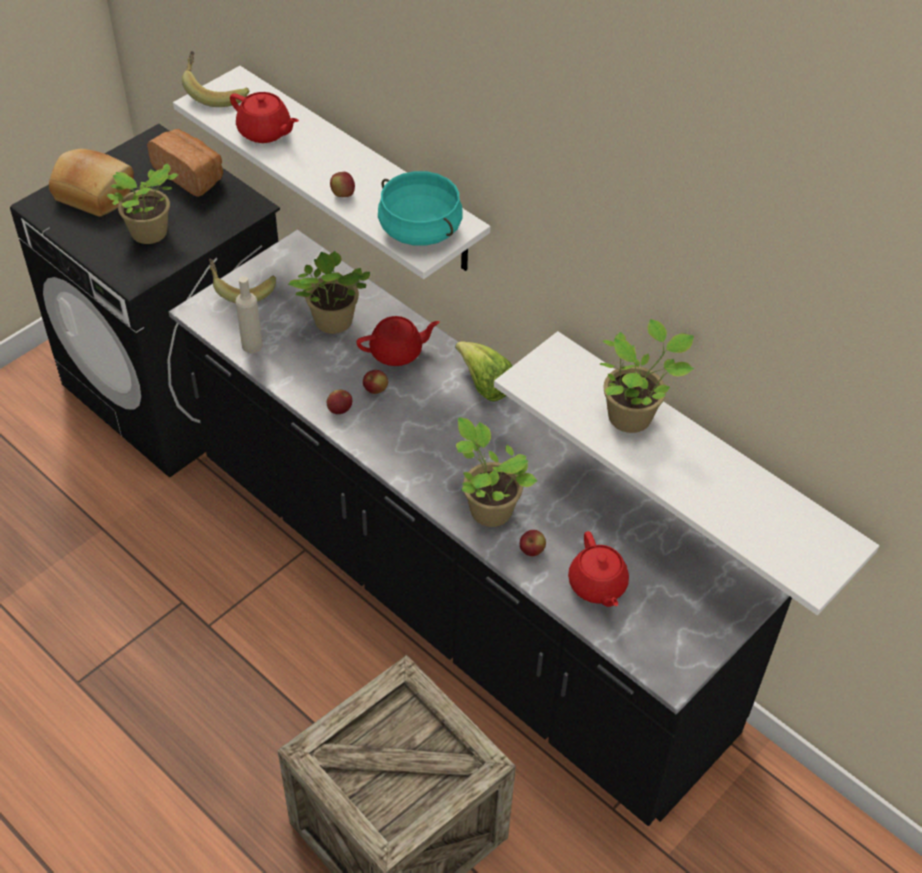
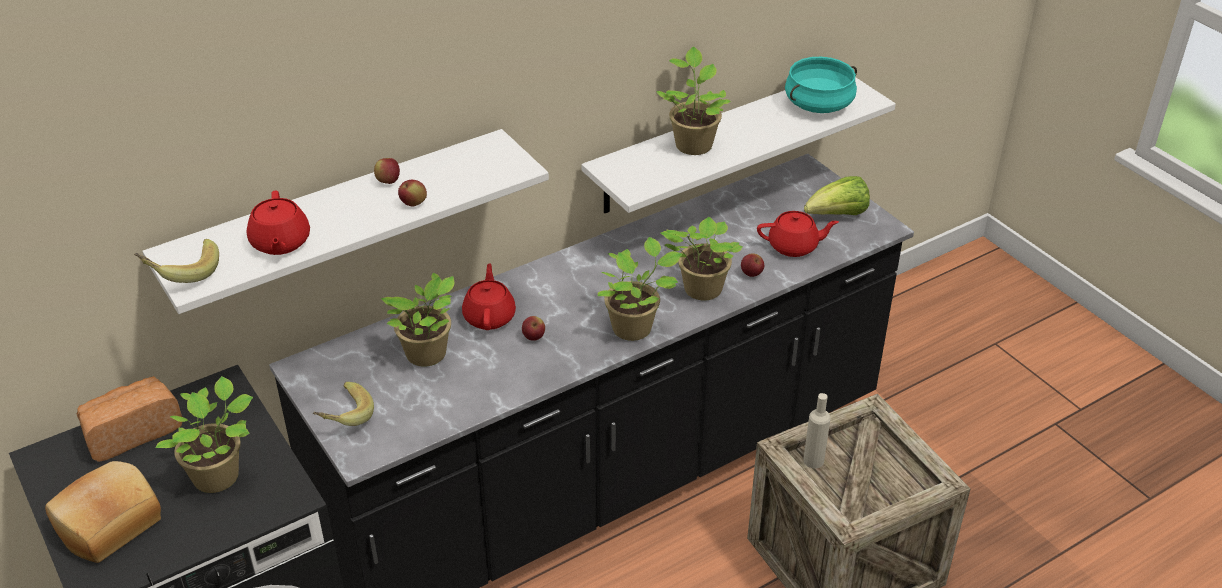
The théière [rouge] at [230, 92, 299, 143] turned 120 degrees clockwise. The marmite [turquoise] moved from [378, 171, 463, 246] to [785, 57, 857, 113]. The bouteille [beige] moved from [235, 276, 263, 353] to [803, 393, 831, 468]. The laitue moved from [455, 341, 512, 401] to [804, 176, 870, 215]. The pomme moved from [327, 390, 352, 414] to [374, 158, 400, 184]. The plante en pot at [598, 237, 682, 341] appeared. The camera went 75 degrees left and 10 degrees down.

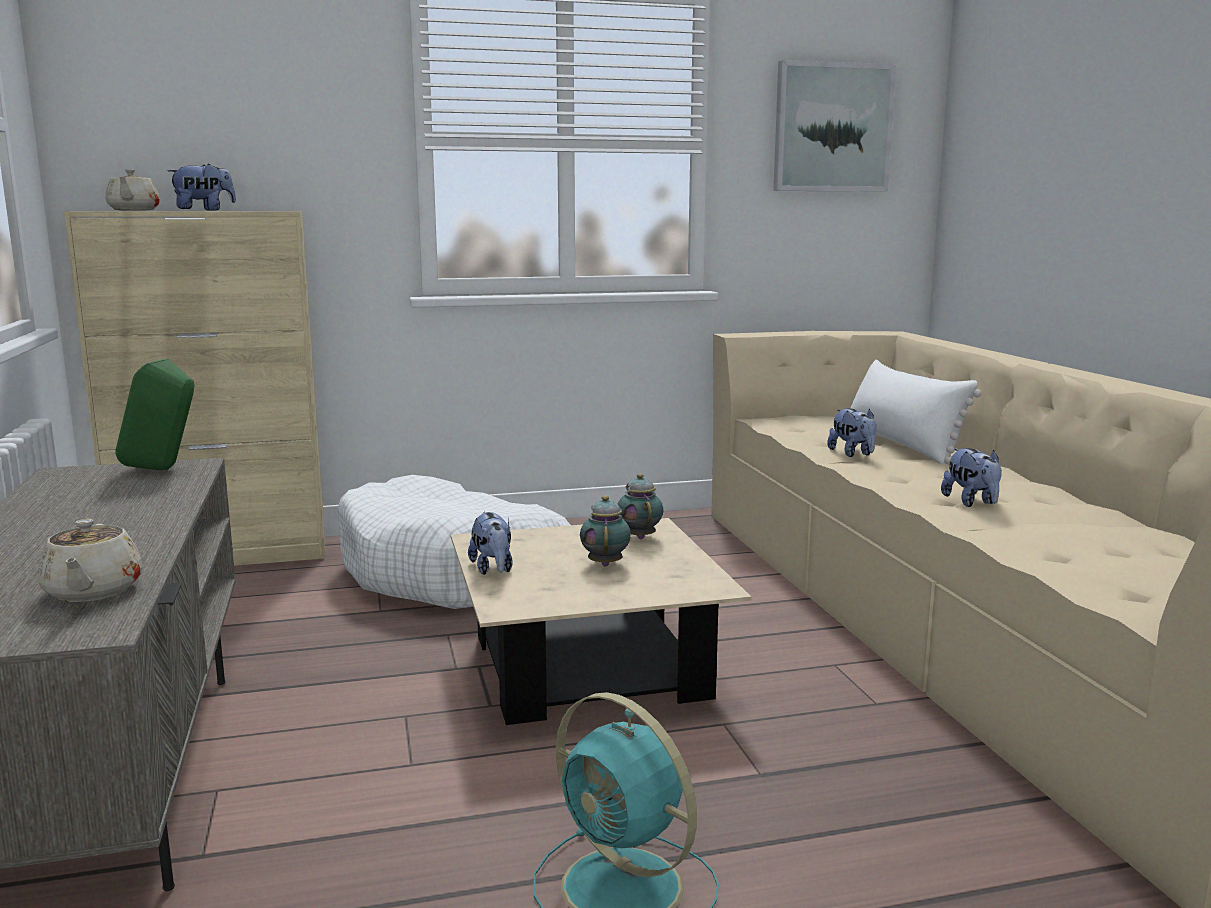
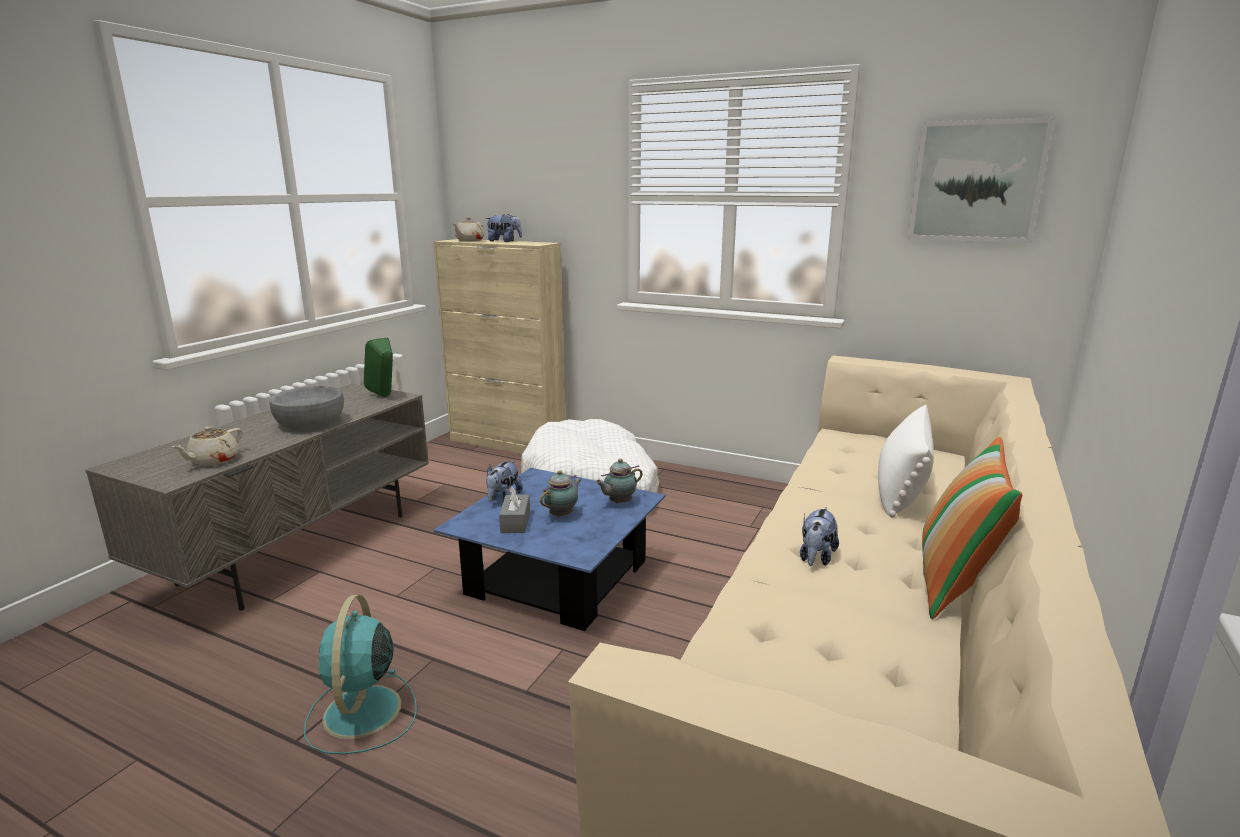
The peluche at [827, 408, 877, 457] disappeared. The théière at [618, 474, 663, 539] turned 150 degrees counterclockwise. The table basse [beige] at [451, 518, 752, 725] became the table basse [bleu] at [433, 468, 666, 631]. The bol [gris] at [269, 386, 344, 432] appeared. The coussin at [922, 437, 1022, 619] appeared. The boîte à mouchoirs [gris] at [499, 486, 530, 533] appeared. The camera went 40 degrees right and 5 degrees up.

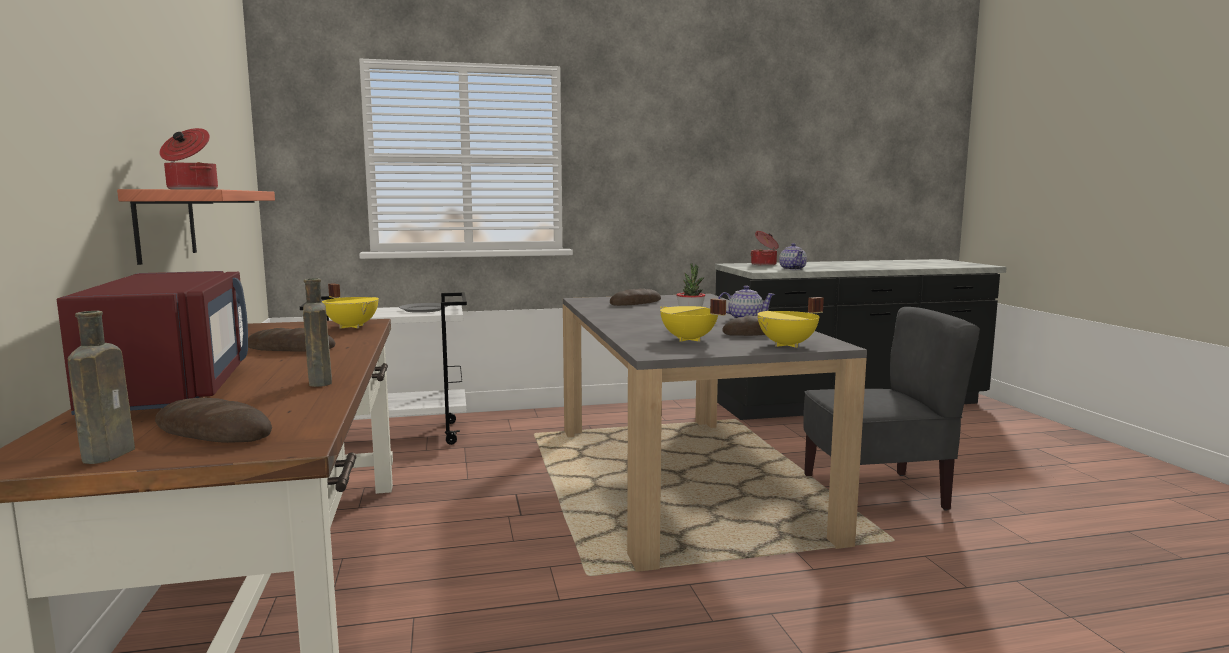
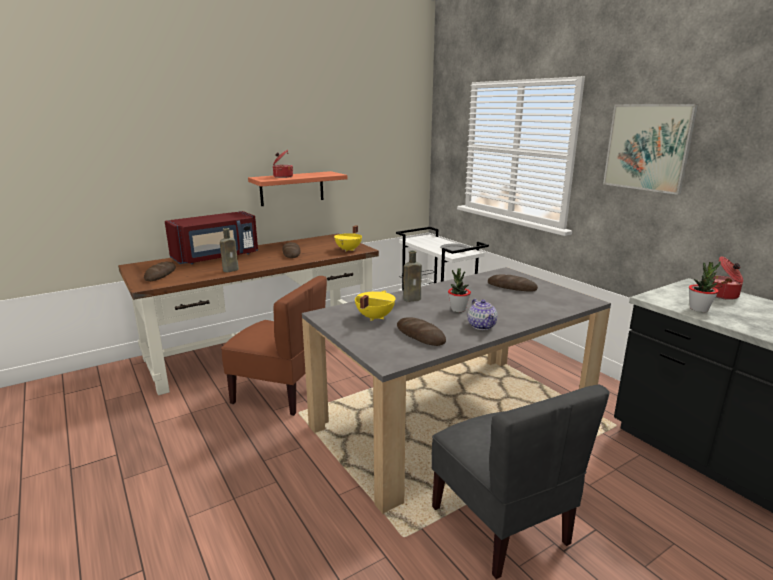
The théière at [779, 243, 807, 270] was replaced by the plante en pot at [689, 262, 721, 312]. The marmite [jaune] at [757, 297, 824, 348] disappeared. The bouteille [marron] moved from [68, 311, 135, 464] to [403, 250, 422, 302]. The tableau at [603, 104, 698, 195] appeared. The chaise [marron] at [221, 276, 327, 416] appeared. The camera went 70 degrees right and 10 degrees up.

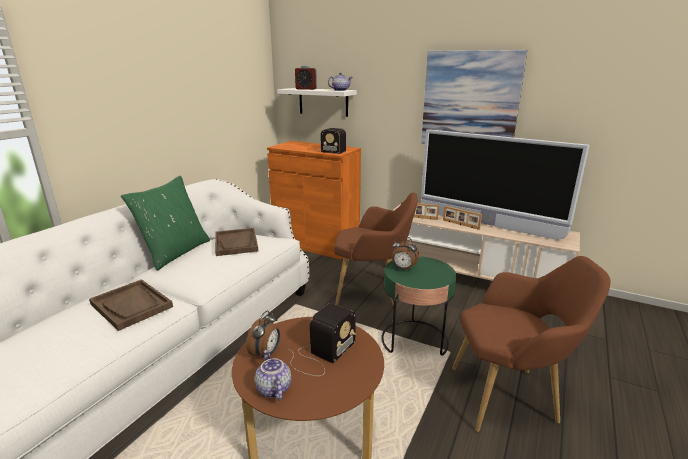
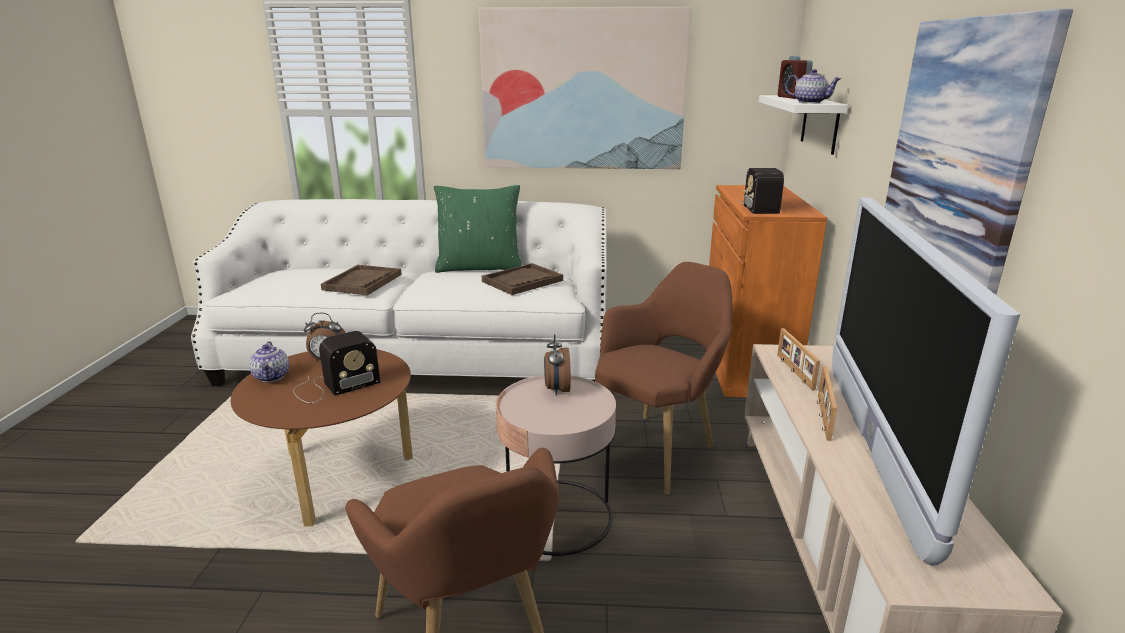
The fauteuil [marron] at [334, 192, 418, 306] turned 120 degrees counterclockwise. The table d'appoint [vert] at [381, 256, 456, 356] became the table d'appoint [rose] at [496, 375, 616, 556]. The radio at [289, 303, 356, 376] turned 45 degrees counterclockwise. The théière at [255, 350, 291, 400] turned 120 degrees clockwise. The tableau at [478, 7, 691, 169] appeared. The camera went 65 degrees right and 0 degrees up.

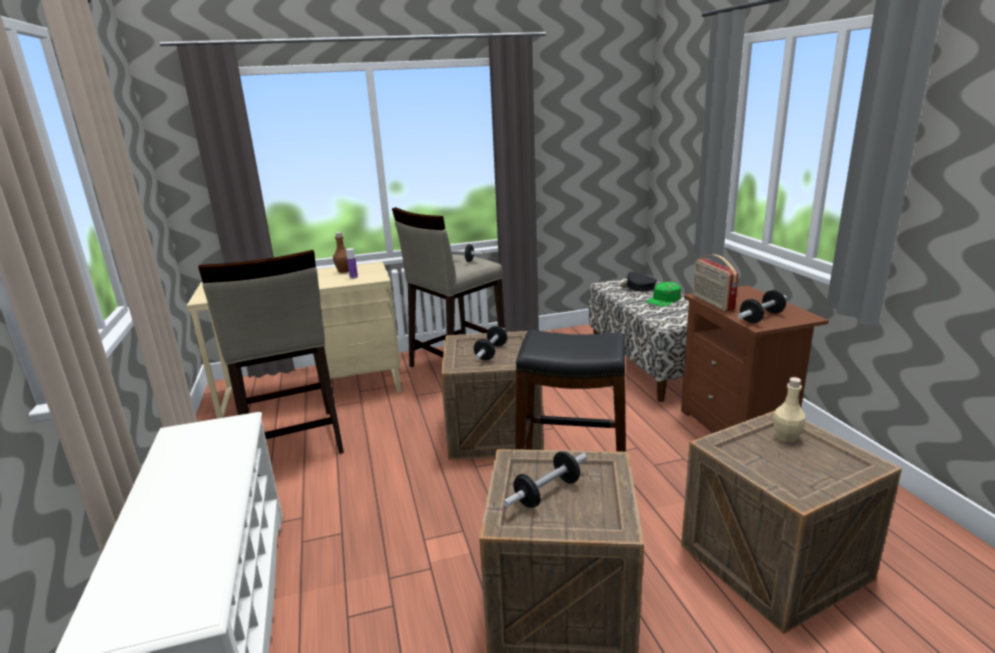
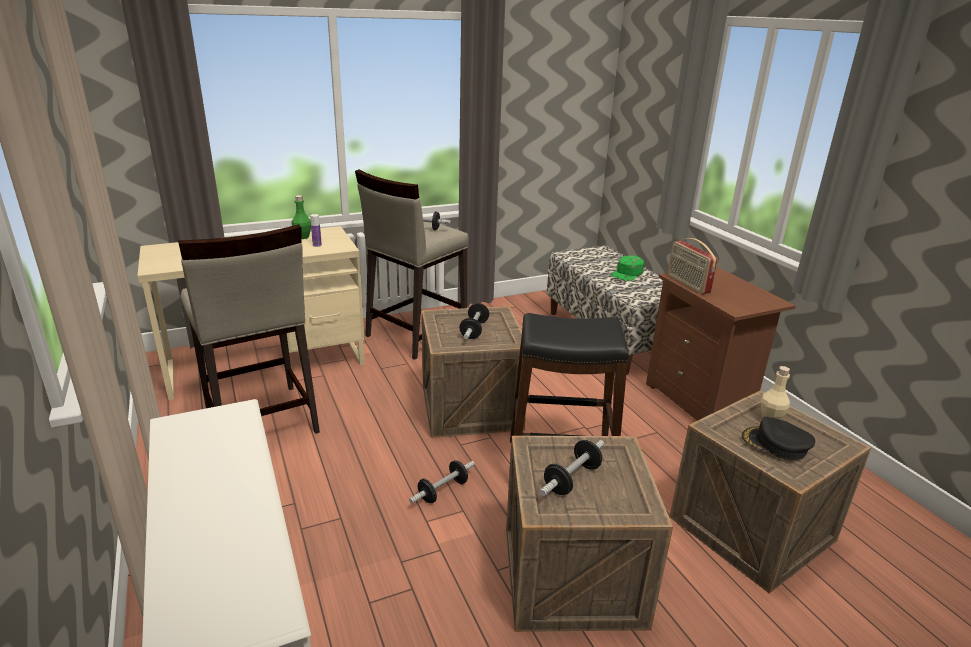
The bouteille [marron] at [333, 232, 349, 273] became the bouteille [vert] at [292, 195, 311, 239]. The casquette [noir] moved from [620, 272, 657, 291] to [742, 417, 815, 460]. The haltère moved from [738, 290, 787, 324] to [409, 461, 475, 503]. The camera went 10 degrees left and 5 degrees up.

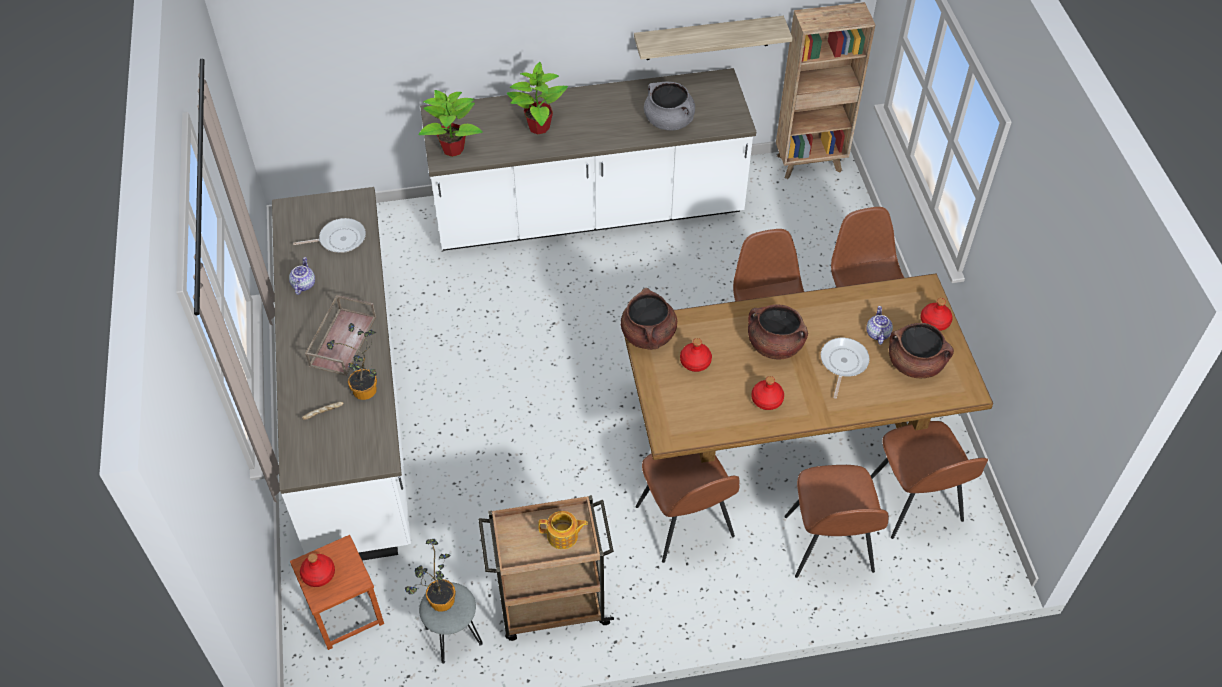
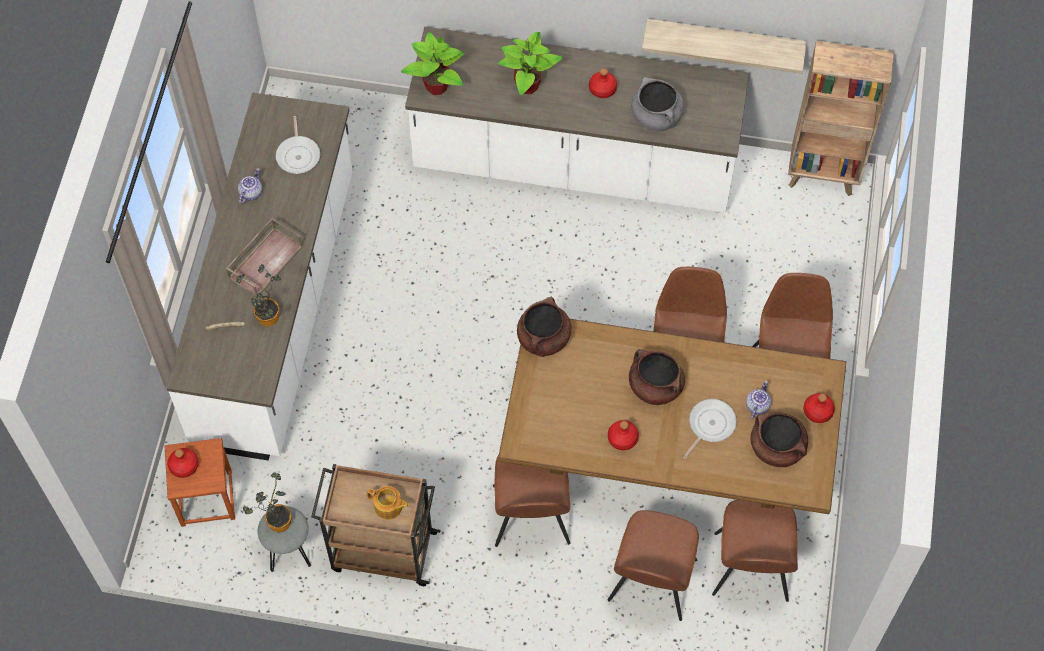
The poêle at [293, 218, 366, 253] turned 75 degrees clockwise. The bouteille [rouge] moved from [680, 338, 712, 372] to [589, 68, 617, 98]. The camera went 20 degrees right and 10 degrees up.

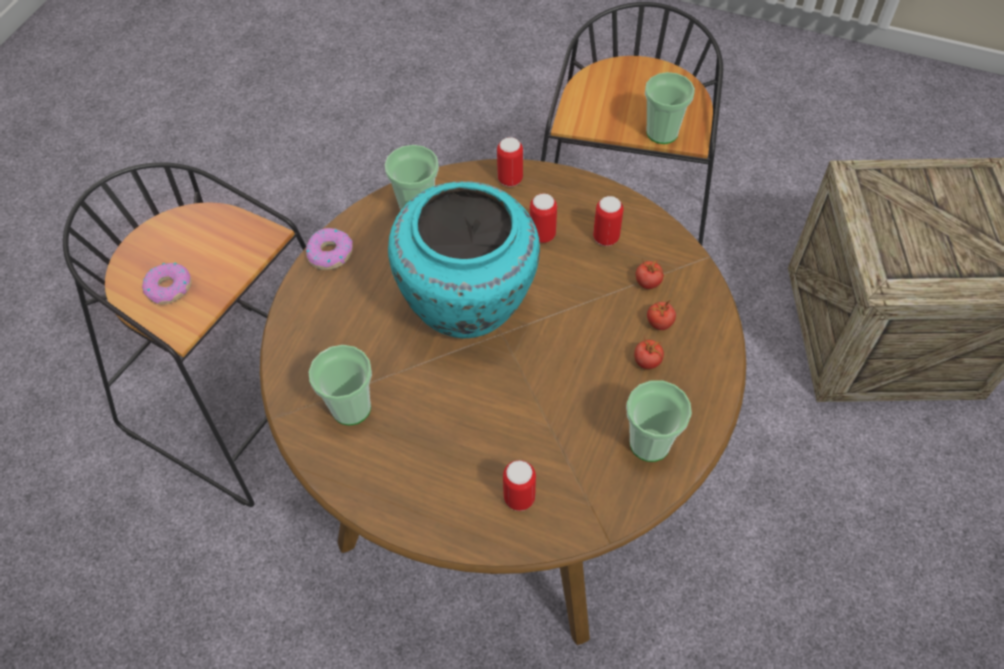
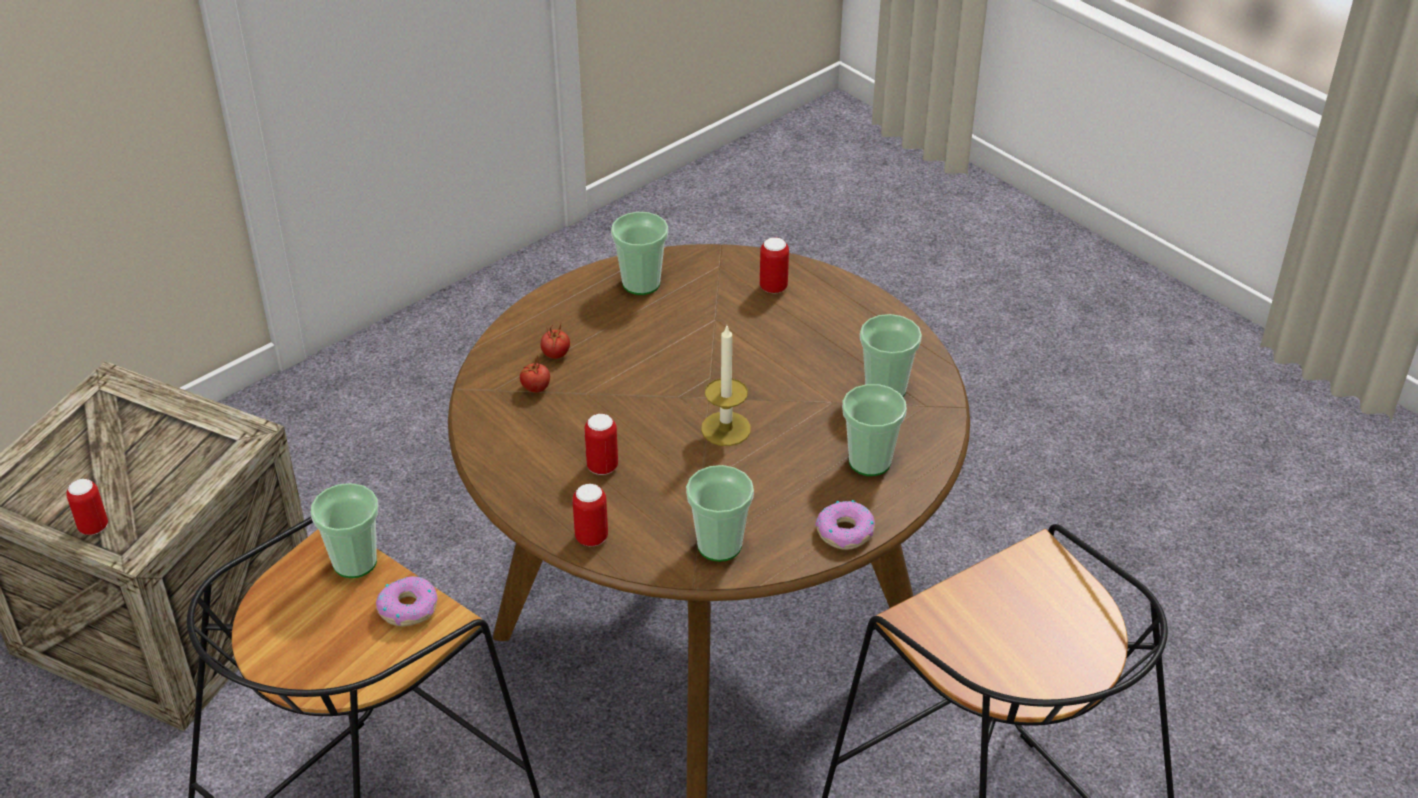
The vase [turquoise] at [388, 181, 540, 338] was replaced by the bougie at [701, 326, 751, 446]. The boîte métallique moved from [593, 196, 623, 246] to [66, 479, 108, 535]. The beignet moved from [142, 263, 192, 305] to [376, 576, 438, 627]. The tomate at [634, 338, 664, 369] disappeared. The tasse at [842, 384, 907, 476] appeared. The camera went 155 degrees left and 15 degrees down.

